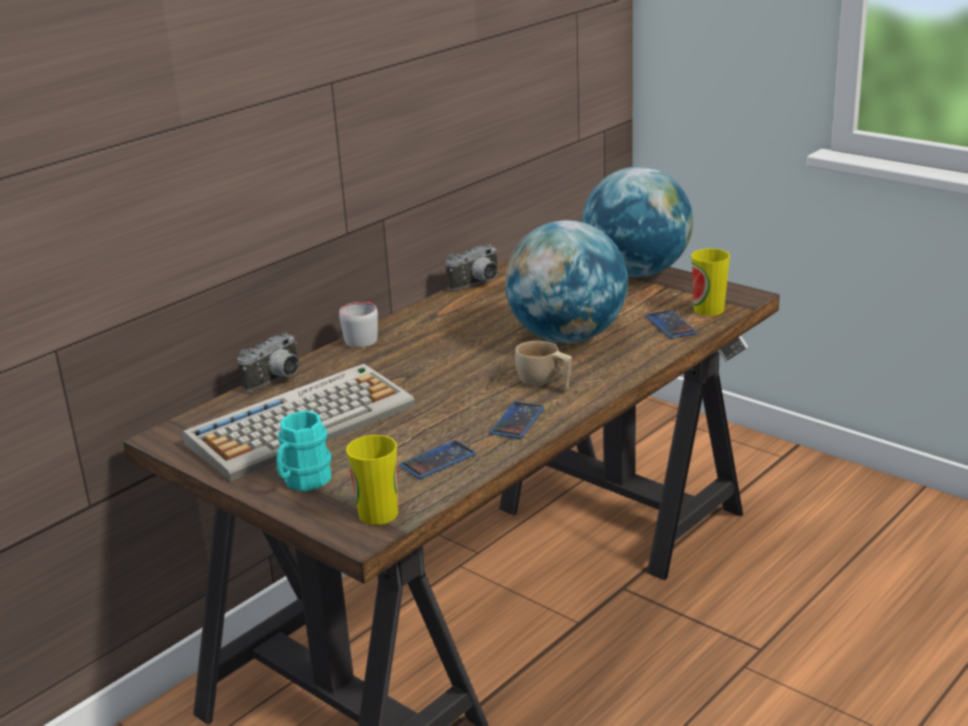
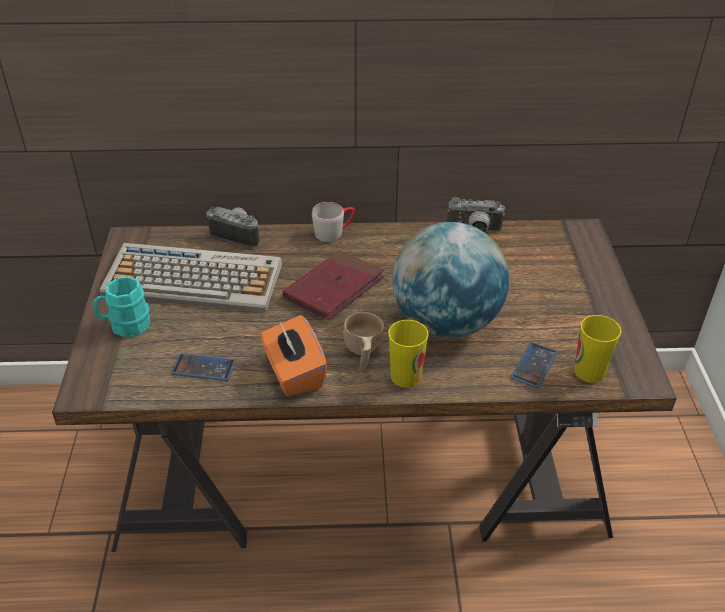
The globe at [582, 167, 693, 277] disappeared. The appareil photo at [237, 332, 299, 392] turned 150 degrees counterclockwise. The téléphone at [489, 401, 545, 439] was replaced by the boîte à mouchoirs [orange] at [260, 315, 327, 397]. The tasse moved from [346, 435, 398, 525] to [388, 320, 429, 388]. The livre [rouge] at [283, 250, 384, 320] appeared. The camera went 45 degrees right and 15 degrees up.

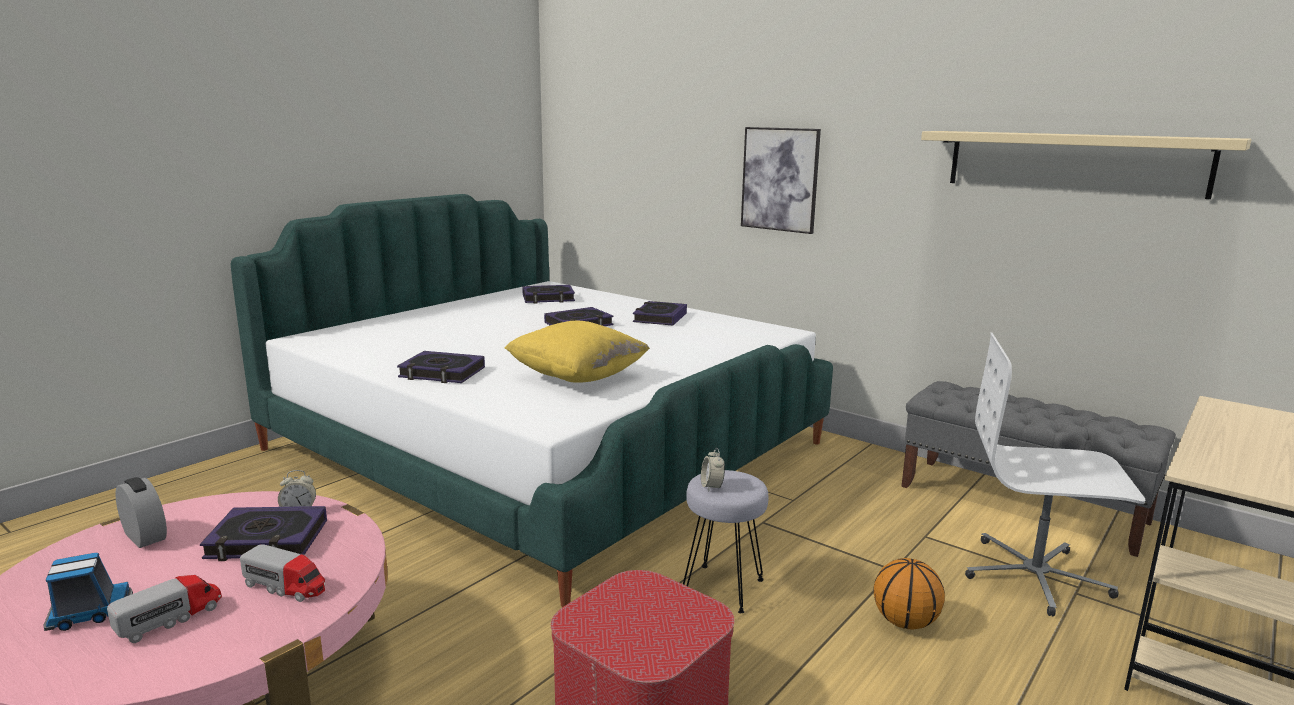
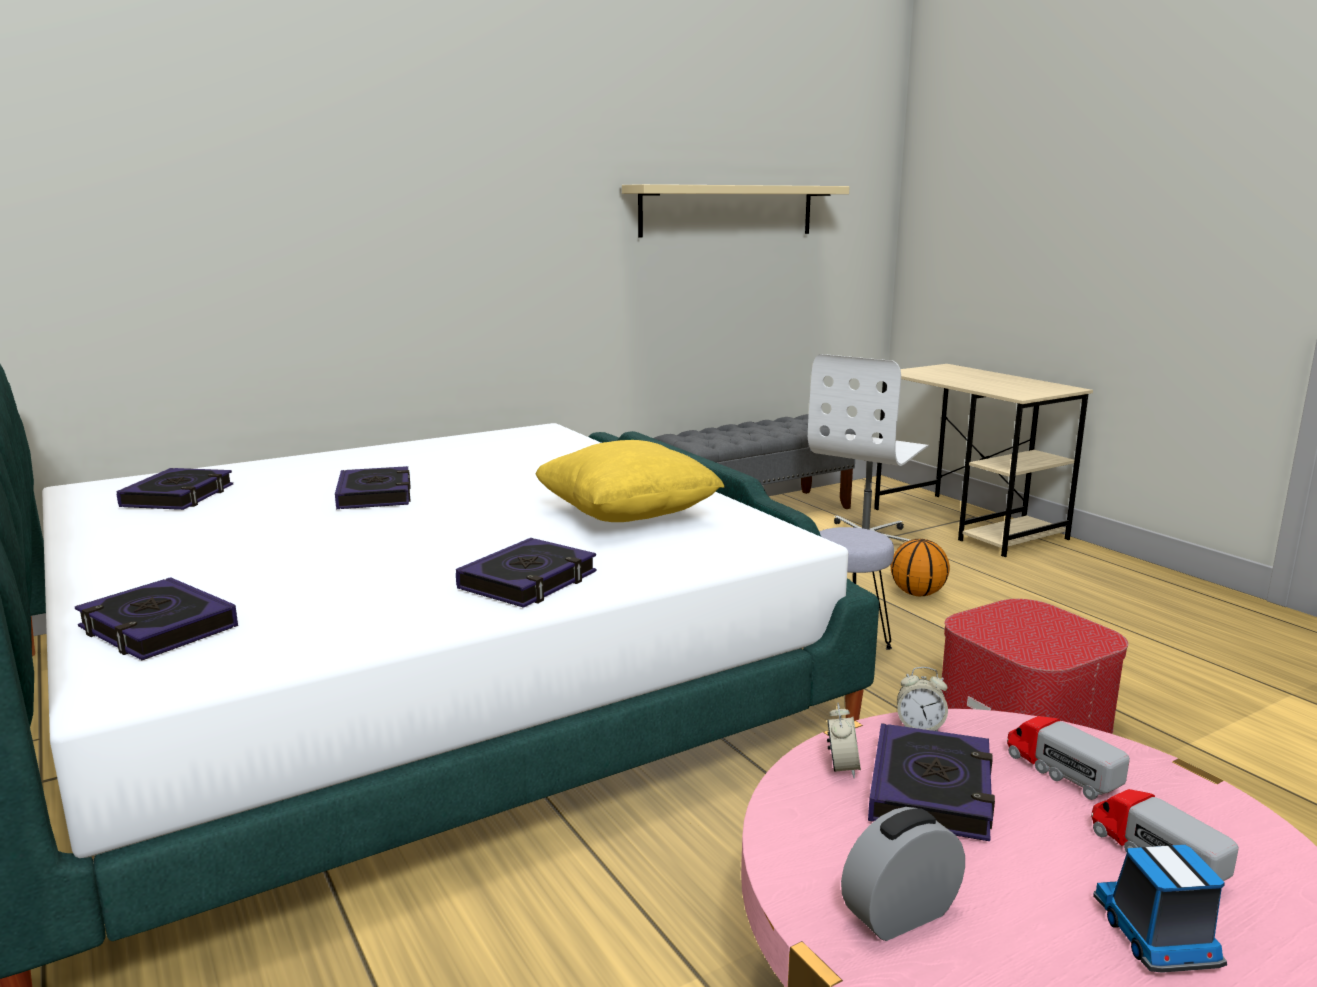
The tableau at [741, 127, 821, 234] disappeared. The livre moved from [633, 301, 687, 326] to [75, 577, 238, 660]. The réveil moved from [701, 448, 725, 492] to [897, 667, 948, 731]. The camion jouet at [240, 545, 325, 602] turned 75 degrees counterclockwise. The camera went 70 degrees left and 0 degrees up.

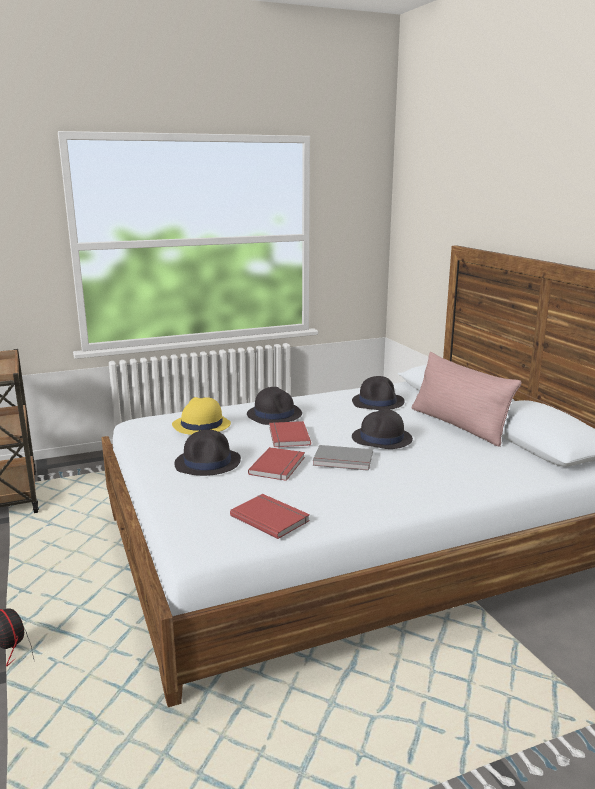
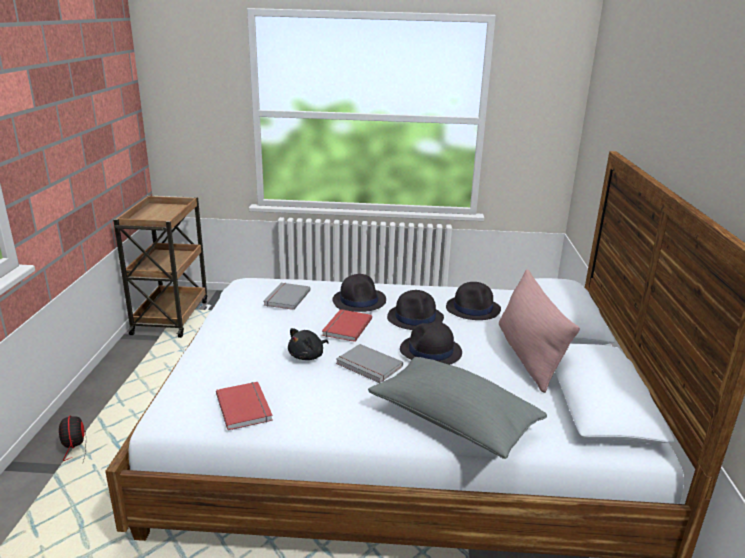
The chapeau [jaune] at [172, 397, 231, 435] was replaced by the livre [gris] at [263, 283, 311, 310]. The chapeau [noir] moved from [174, 430, 241, 476] to [387, 290, 444, 330]. The livre [rouge] at [248, 447, 305, 481] was replaced by the peluche [noir] at [288, 328, 329, 360]. The coussin [gris] at [368, 357, 547, 459] appeared. The camera went 25 degrees right and 5 degrees up.

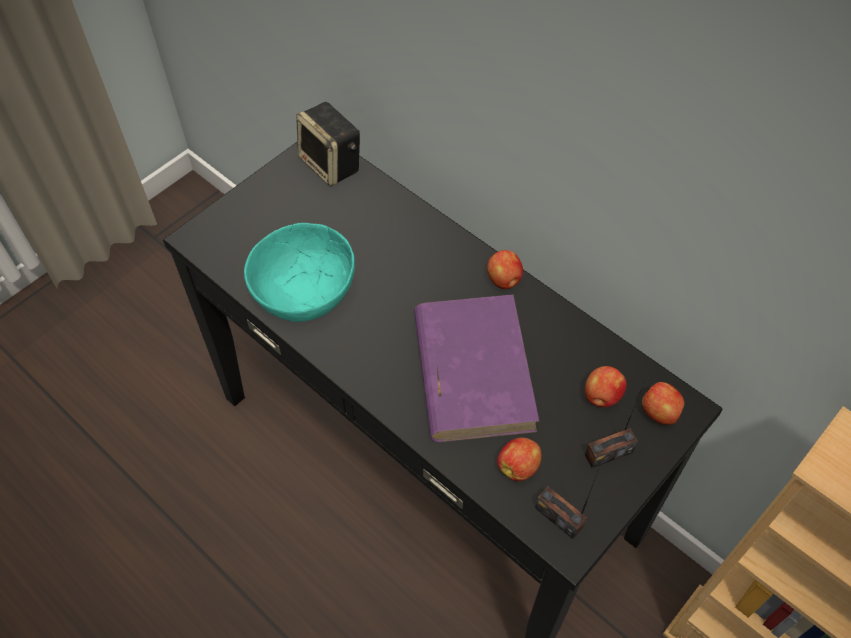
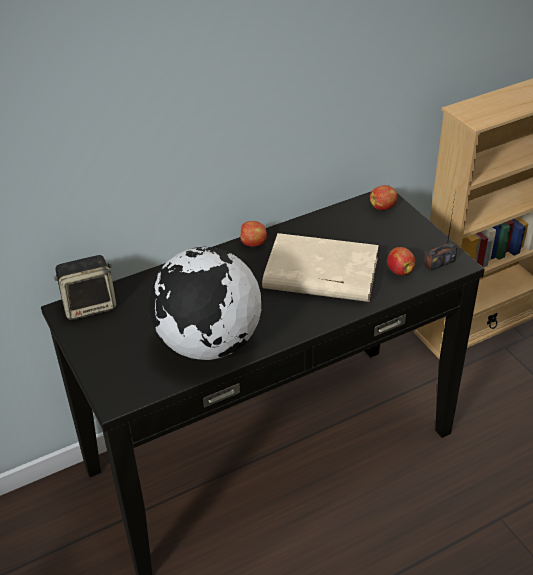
The bol [turquoise] at [244, 223, 355, 322] was replaced by the globe at [148, 247, 261, 360]. The livre [violet] at [414, 295, 539, 442] became the livre [beige] at [262, 233, 379, 302]. The pomme at [585, 366, 627, 407] disappeared. The radio at [585, 381, 645, 468] disappeared. The camera went 70 degrees left and 15 degrees down.

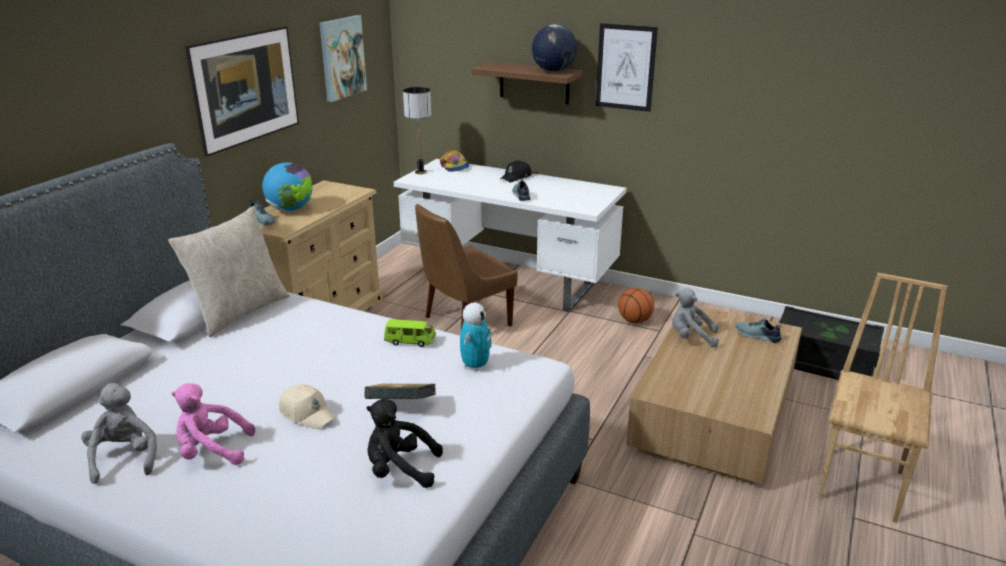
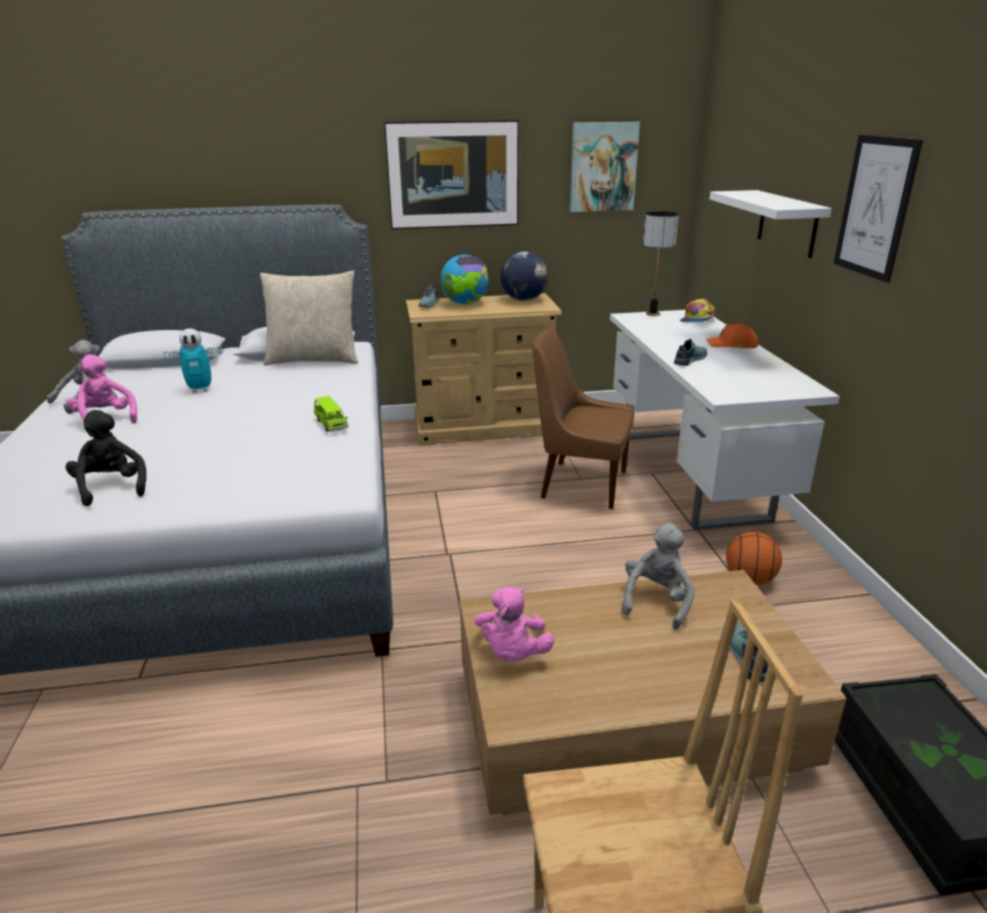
The globe moved from [532, 24, 578, 72] to [500, 251, 548, 301]. The étagère [marron] at [472, 62, 582, 105] became the étagère [blanc] at [710, 190, 832, 258]. The casquette [noir] at [500, 160, 531, 182] became the casquette [orange] at [706, 324, 758, 348]. The peluche [gris] at [672, 288, 719, 347] turned 45 degrees clockwise. The robot jouet moved from [460, 303, 492, 371] to [163, 328, 223, 393]. The livre at [364, 383, 436, 399] disappeared. The casquette [beige] at [279, 384, 335, 429] disappeared. The peluche [rose] at [474, 587, 554, 662] appeared. The camera went 55 degrees right and 0 degrees up.

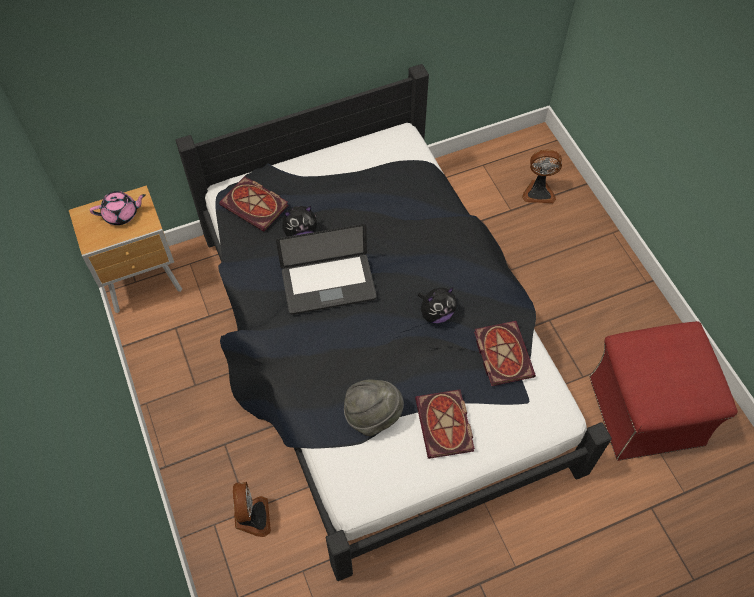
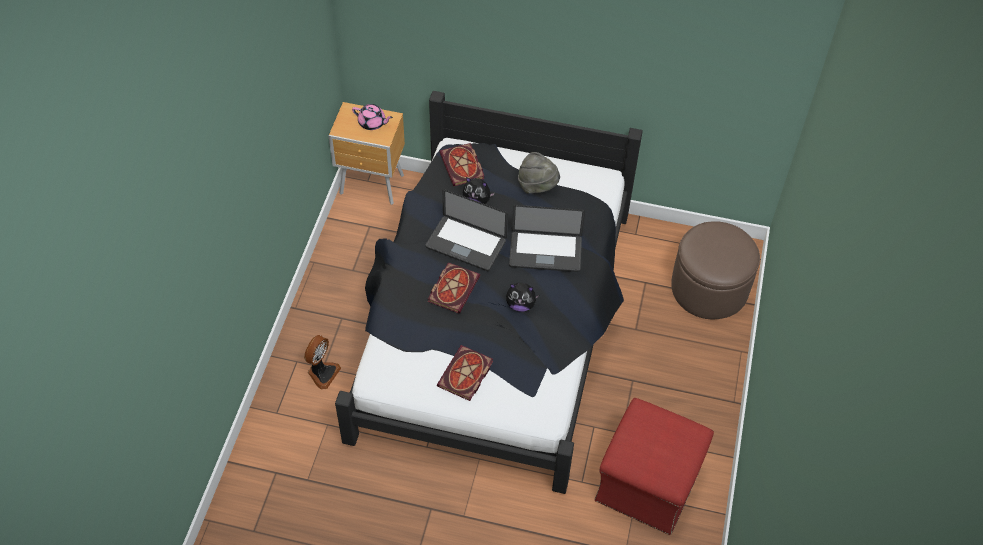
The ventilateur at [522, 149, 562, 203] was replaced by the pouf [marron] at [671, 221, 760, 319]. The livre moved from [474, 321, 536, 386] to [428, 262, 480, 313]. The chapeau [gris] moved from [344, 380, 404, 436] to [518, 152, 560, 194]. The ordinateur portable at [509, 205, 585, 272] appeared. The camera went 35 degrees right and 5 degrees down.

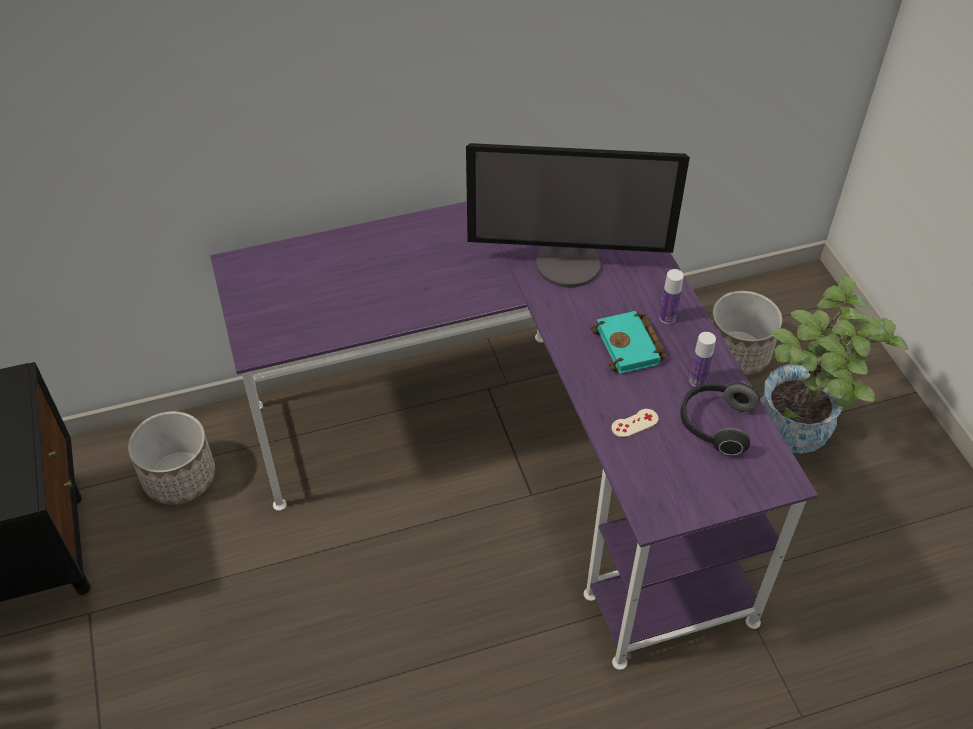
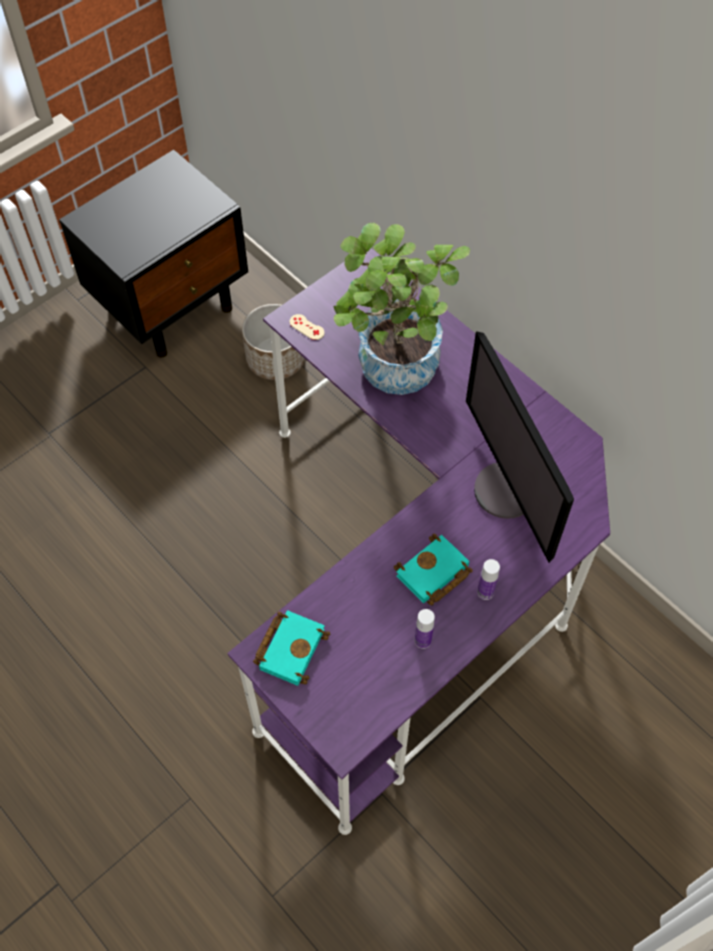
The plante en pot moved from [760, 276, 908, 454] to [333, 223, 470, 395]. The cache-pot at [711, 291, 782, 375] disappeared. The casque audio at [680, 383, 760, 455] disappeared. The manette [beige] moved from [612, 409, 659, 438] to [289, 314, 325, 340]. The livre [turquoise] at [253, 610, 331, 686] appeared. The camera went 65 degrees right and 10 degrees up.

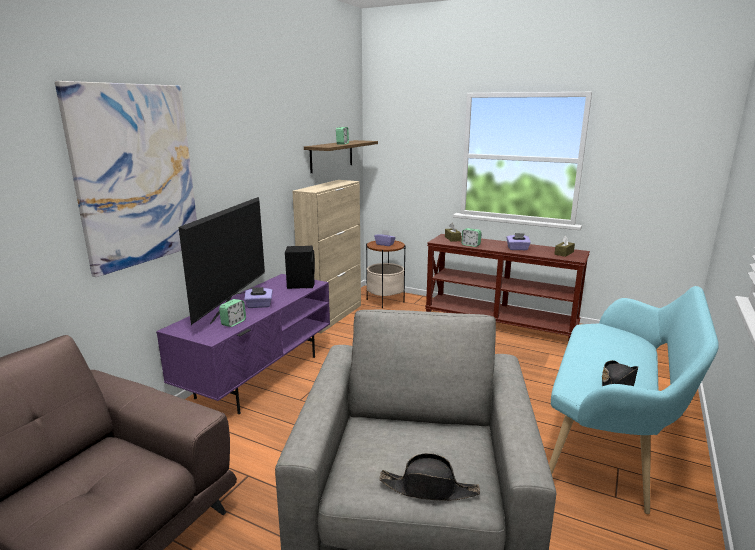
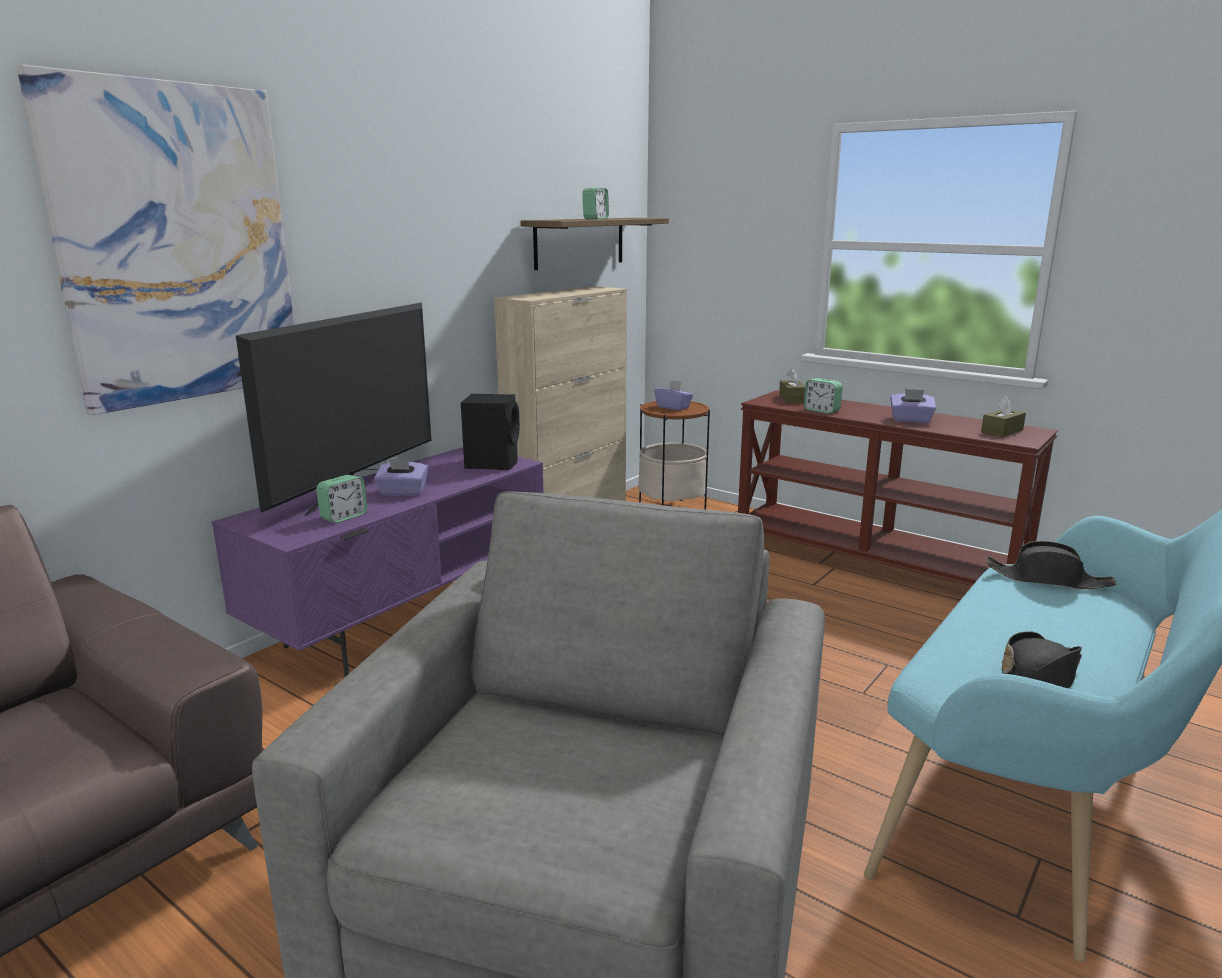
The chapeau [noir] moved from [379, 453, 480, 501] to [986, 541, 1116, 589]. The camera went 10 degrees right and 0 degrees up.

